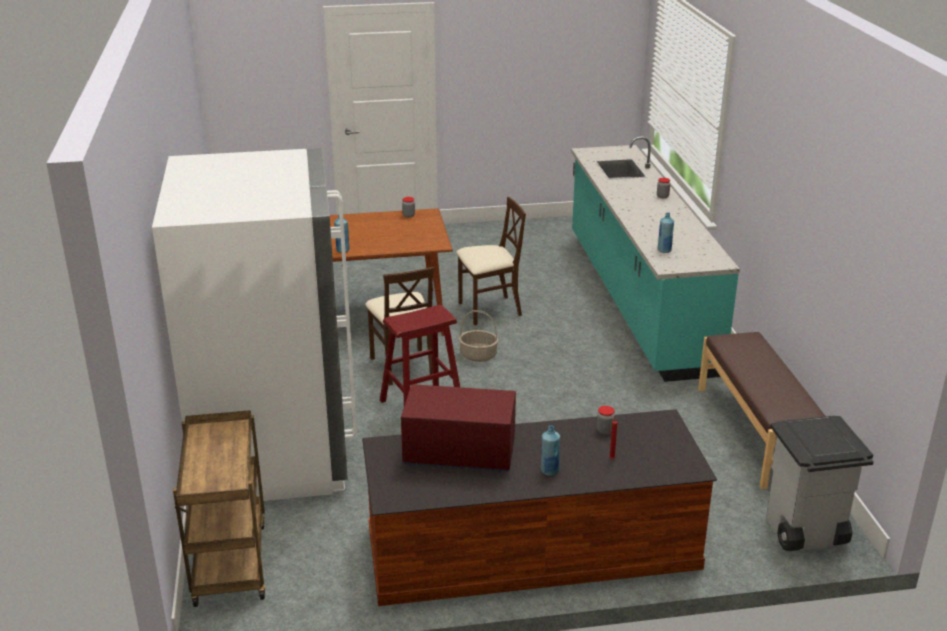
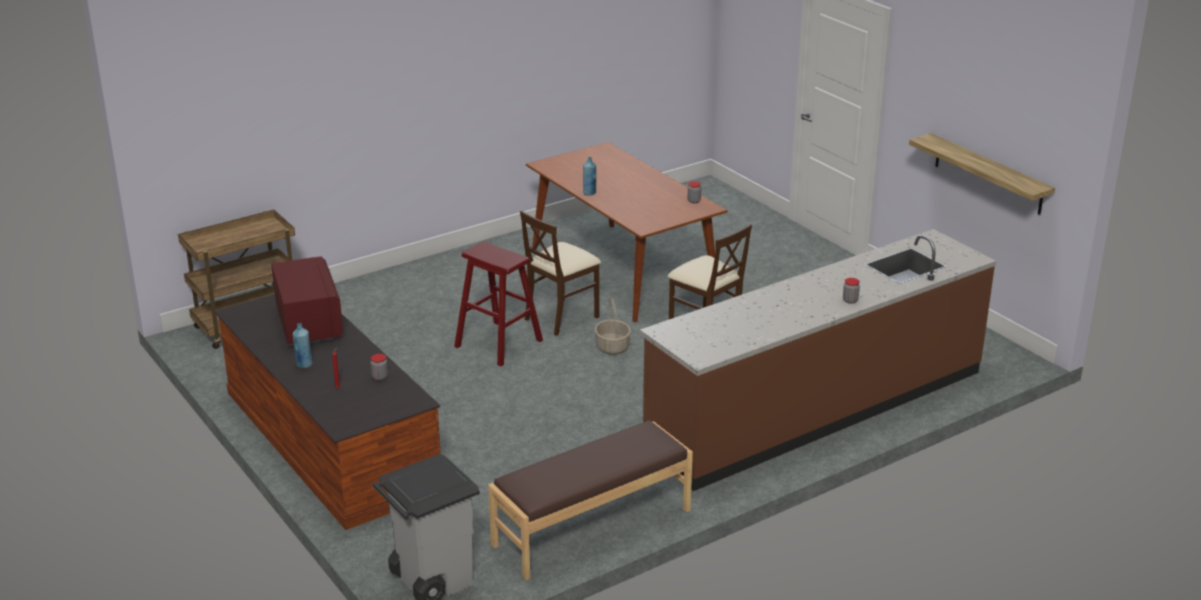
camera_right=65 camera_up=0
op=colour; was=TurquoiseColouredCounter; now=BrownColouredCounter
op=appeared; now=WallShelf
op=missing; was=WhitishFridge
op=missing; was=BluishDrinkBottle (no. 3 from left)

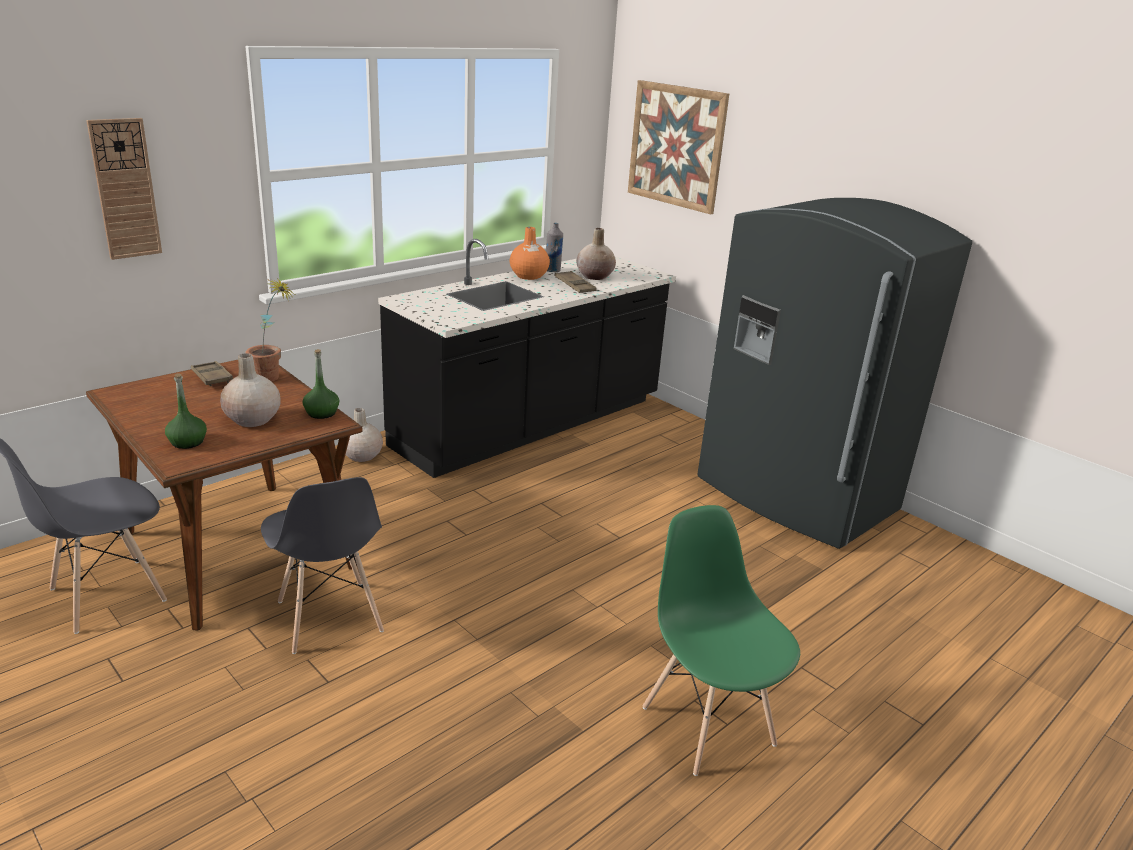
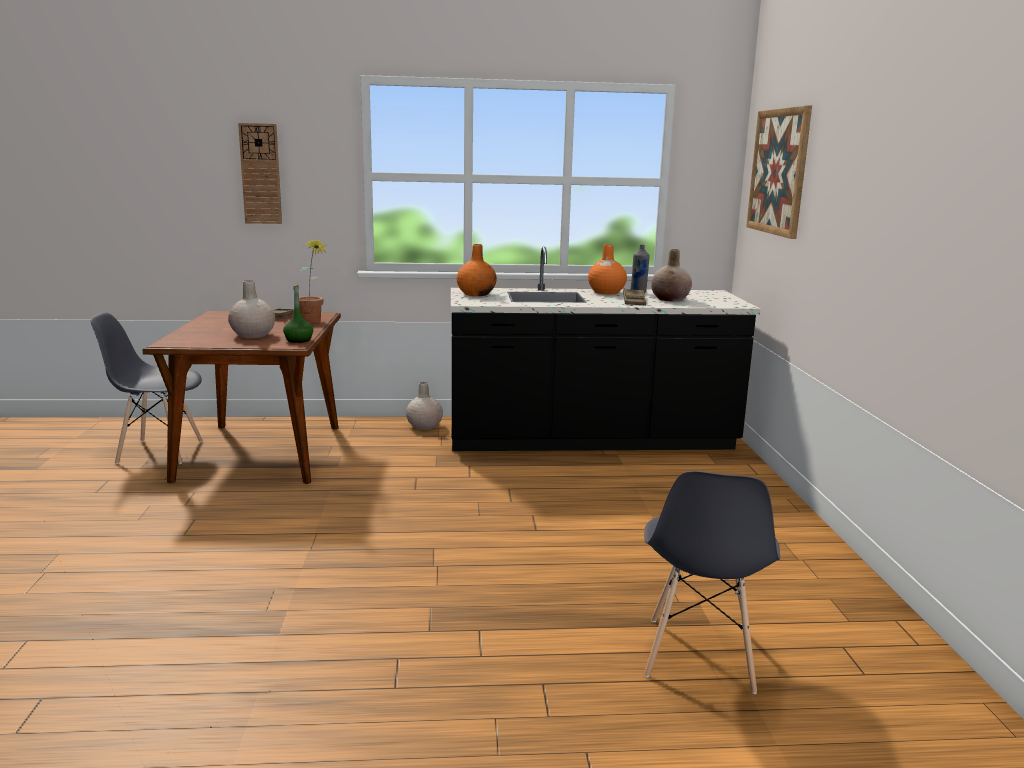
camera_right=40 camera_up=-10
op=appeared; now=OrangeDecorativeVase (no. 1 from left)
op=relocated; was=GreyishPlainChair (no. 2 from left)
op=missing; was=GreenColouredDrinkBottle (no. 1 from left)
op=missing; was=GreenColouredPlainChair
op=missing; was=GreyishFridge

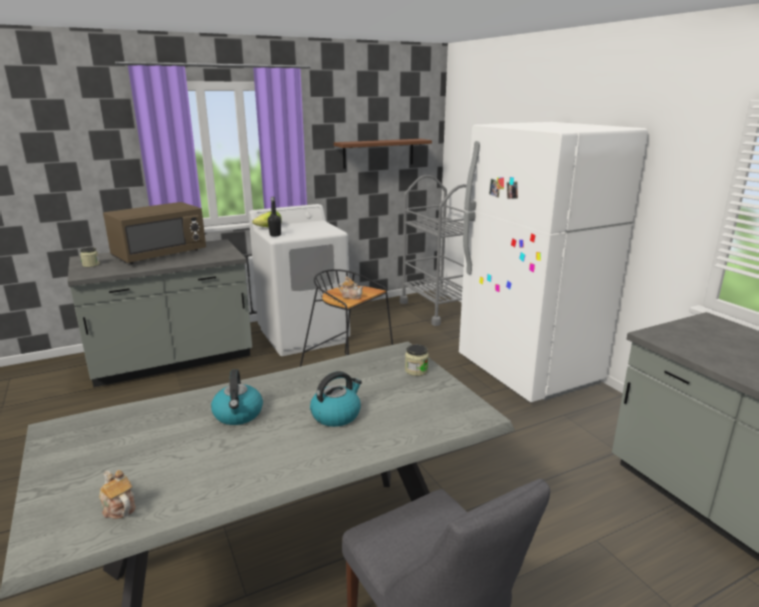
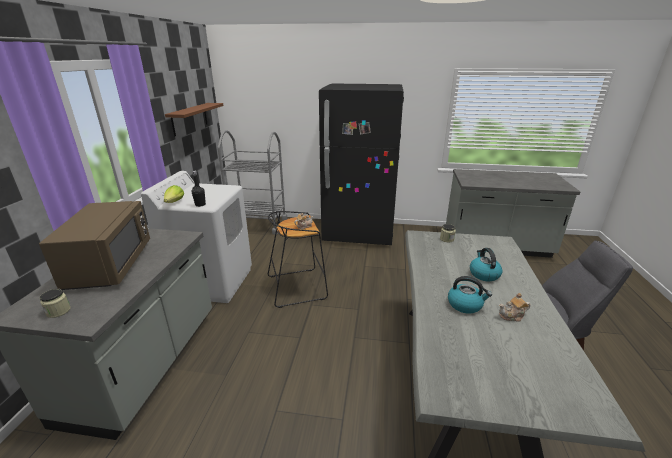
camera_right=-55 camera_up=5
op=colour; was=WhitishFridge; now=BlackFridge
op=relocated; was=TeaPot (no. 1 from left in the first image); now=TeaPot (no. 2 from left)

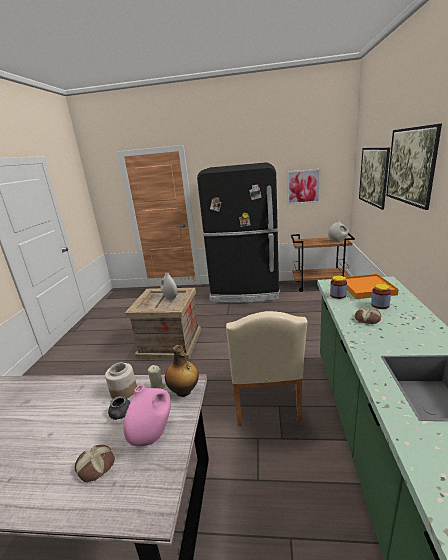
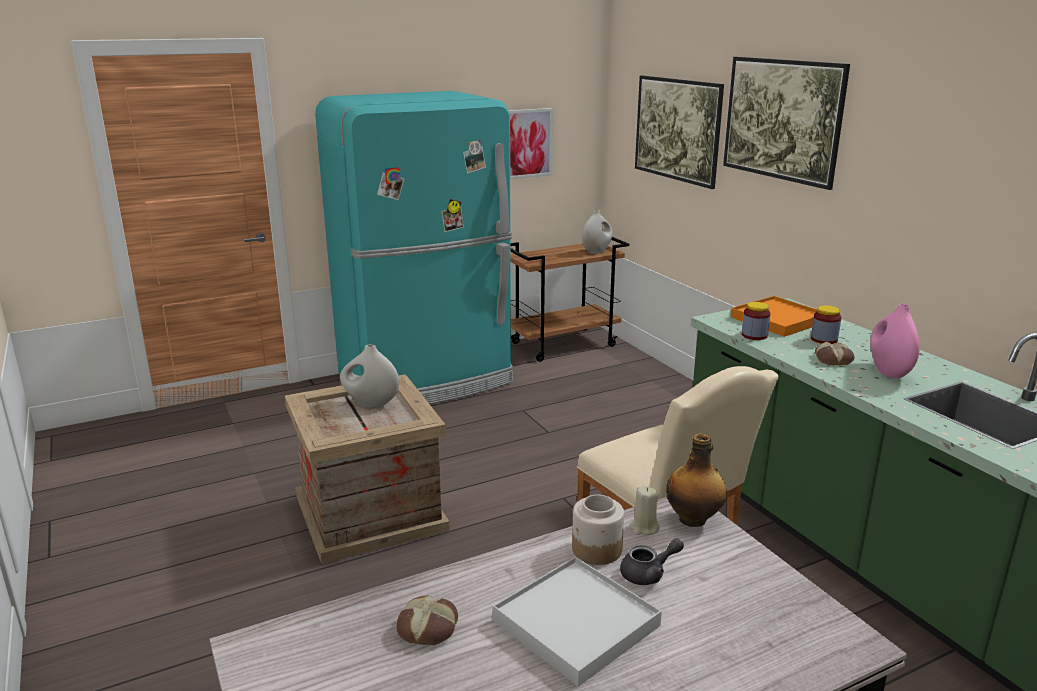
camera_right=-35 camera_up=0
op=colour; was=BlackFridge; now=TurquoiseColouredFridge
op=relocated; was=BakedBread (no. 1 from left)
op=appeared; now=WhitishServingTray
op=relocated; was=PinkishDecorativeVase

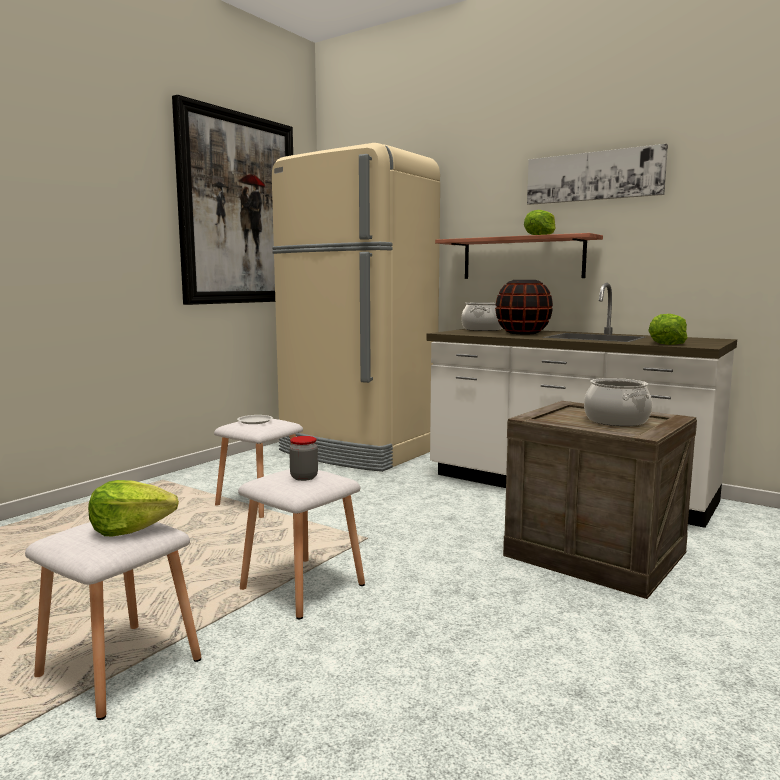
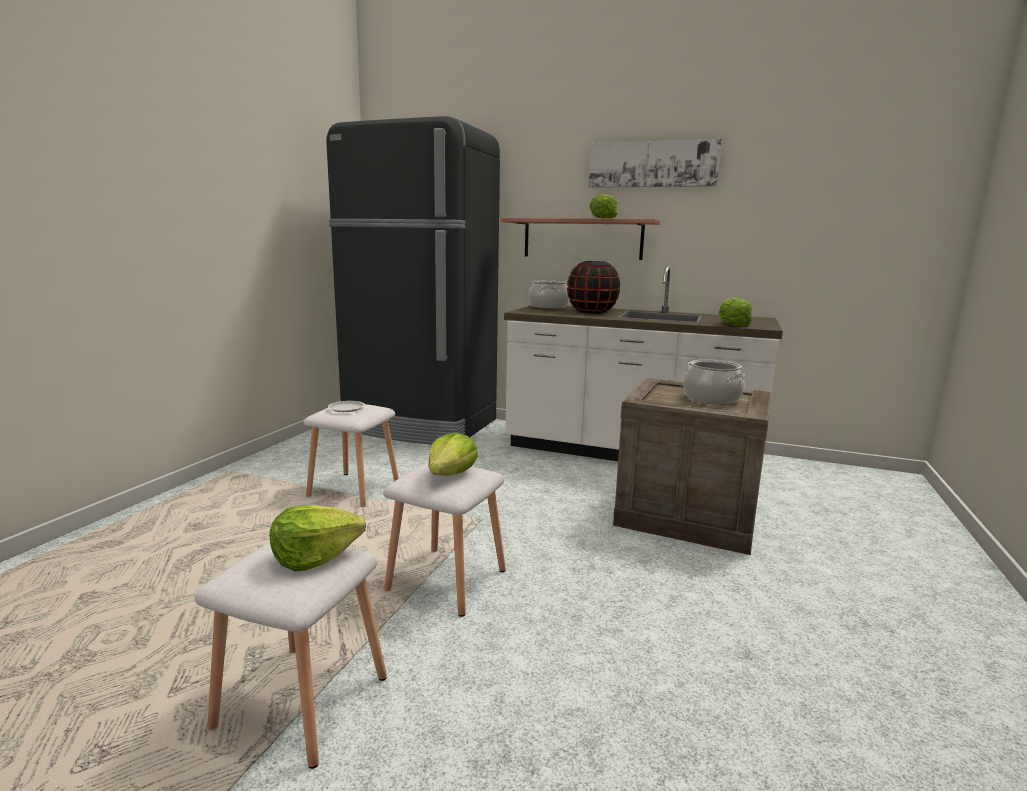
camera_right=-15 camera_up=5
op=colour; was=BeigeFridge; now=BlackFridge
op=exchanged; was=Jar; now=LettuceHead (no. 2 from left)
op=missing; was=Picture (no. 1 from left)

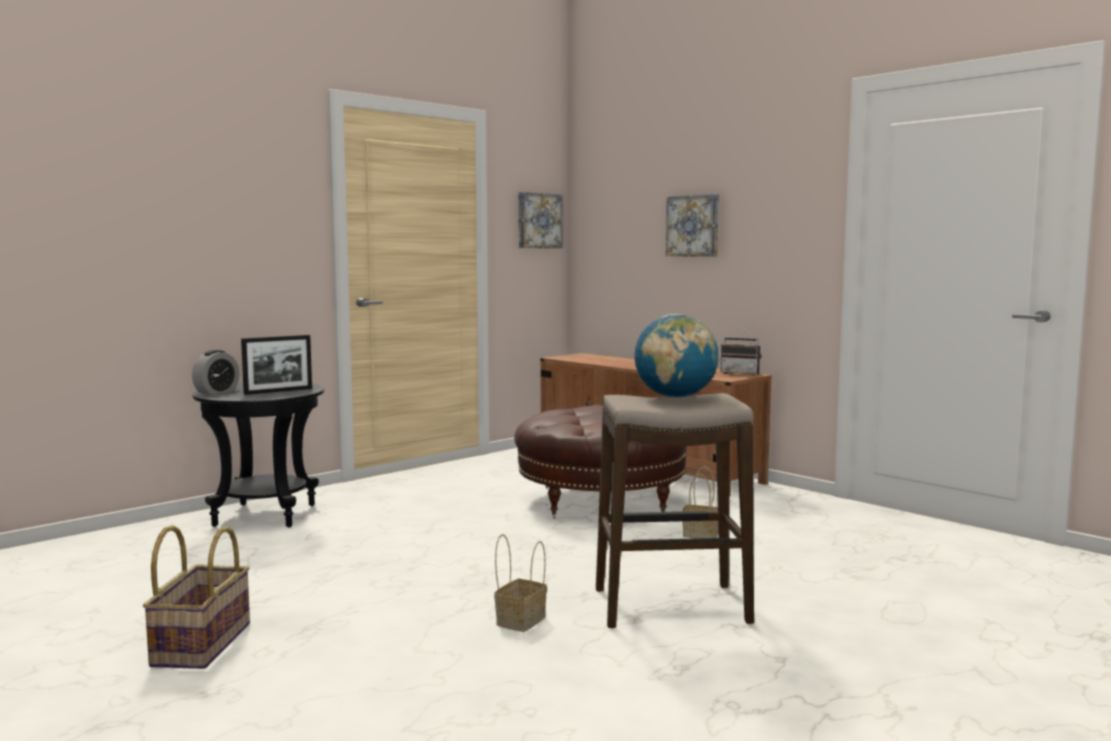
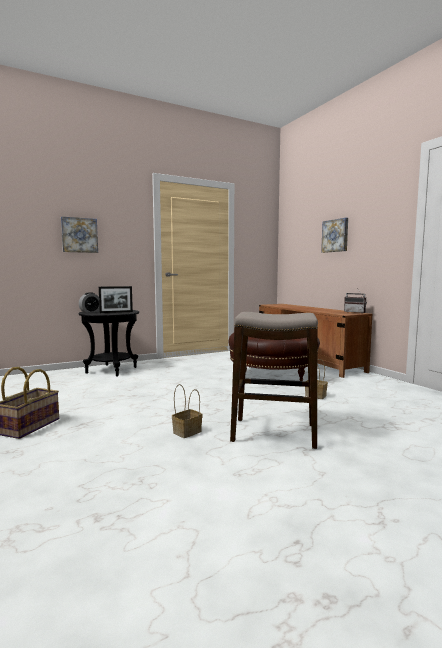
camera_right=15 camera_up=0
op=relocated; was=Picture (no. 1 from left)
op=missing; was=DeskGlobe

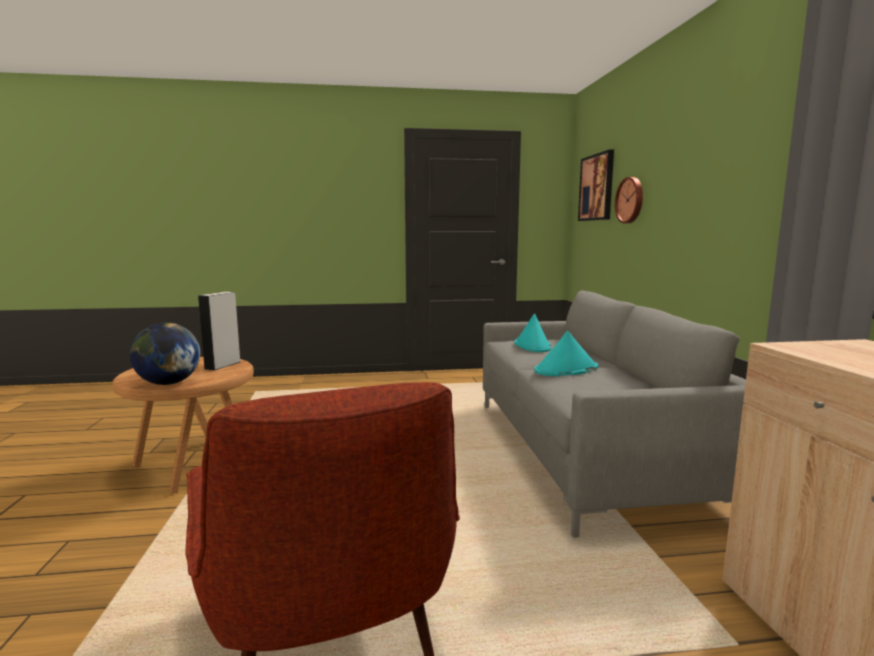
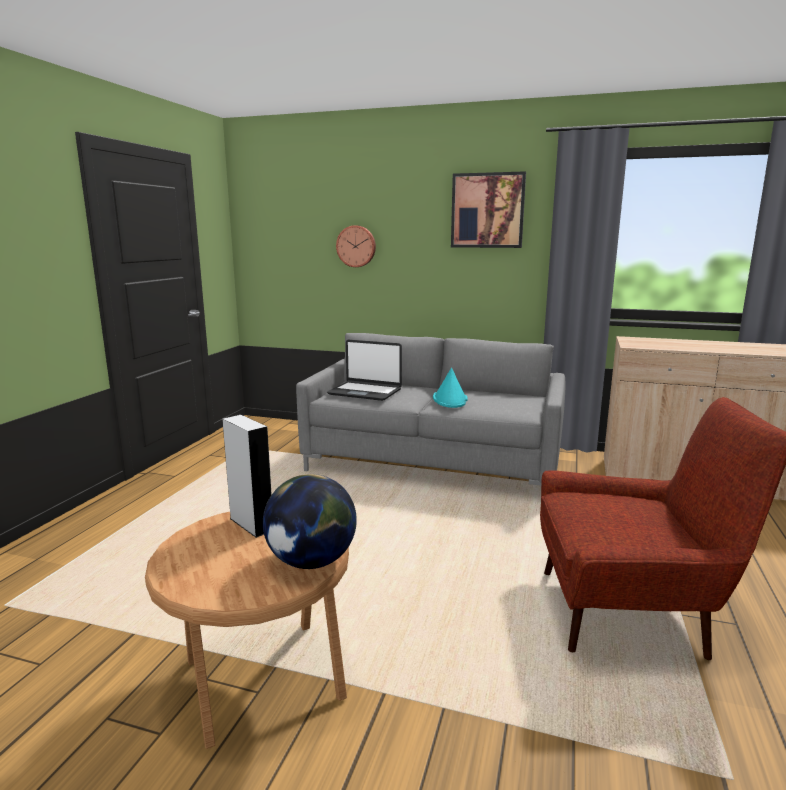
camera_right=-65 camera_up=5
op=exchanged; was=TurquoiseColouredHat (no. 1 from left); now=NotebookComputer
op=relocated; was=Picture

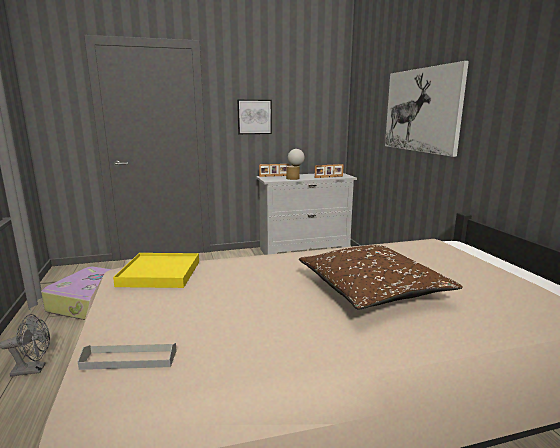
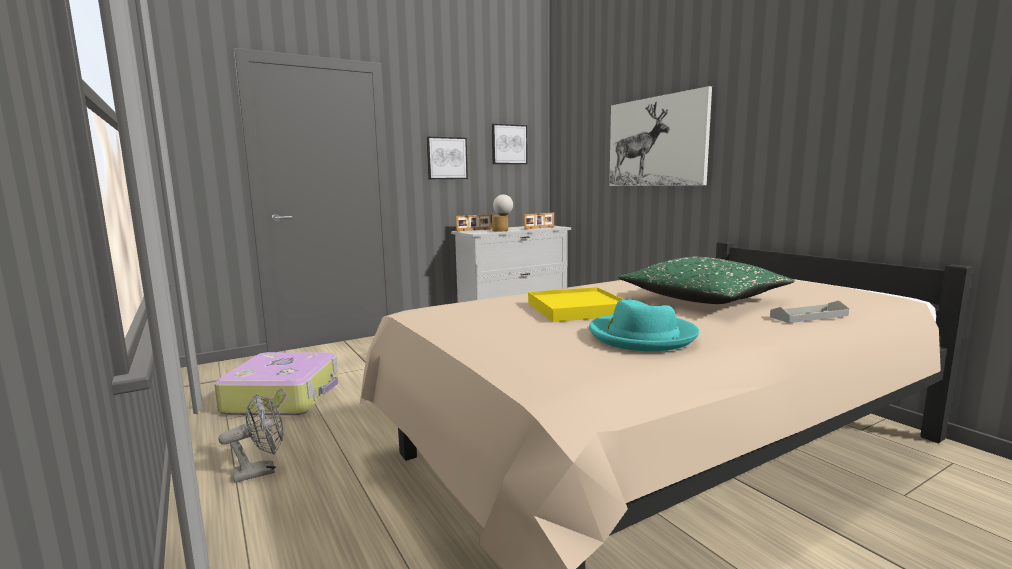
camera_right=-15 camera_up=-5
op=appeared; now=Picture (no. 2 from left)
op=relocated; was=YellowColouredServingTray
op=appeared; now=TurquoiseColouredHat
op=colour; was=BrownColouredPillow; now=GreenColouredPillow
op=relocated; was=GreyishServingTray

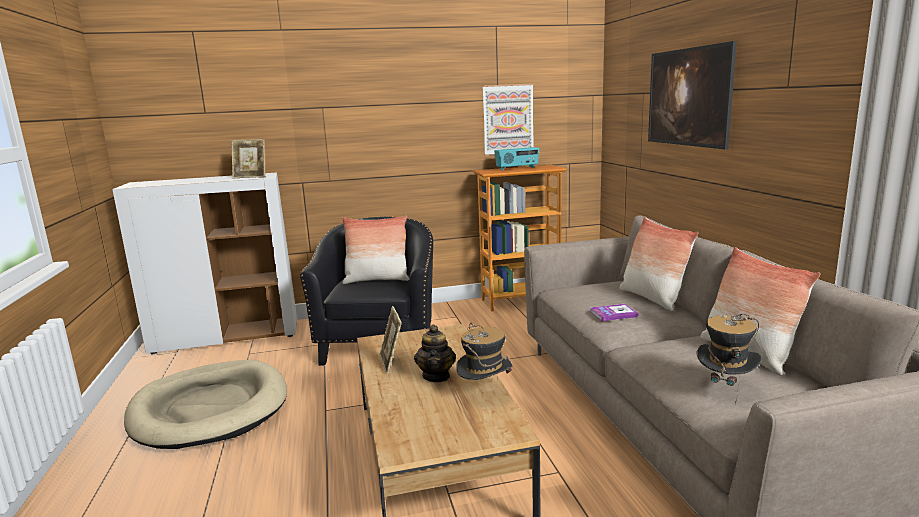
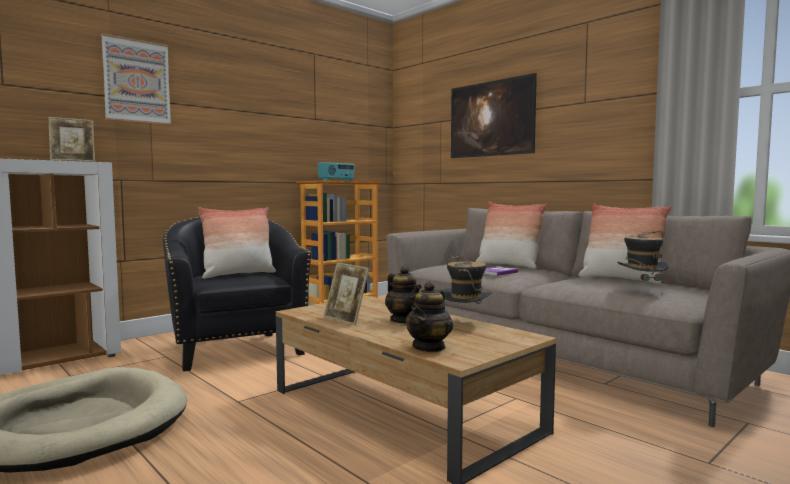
camera_right=-30 camera_up=-10
op=relocated; was=Picture (no. 1 from left)
op=appeared; now=TeaPot (no. 2 from left)

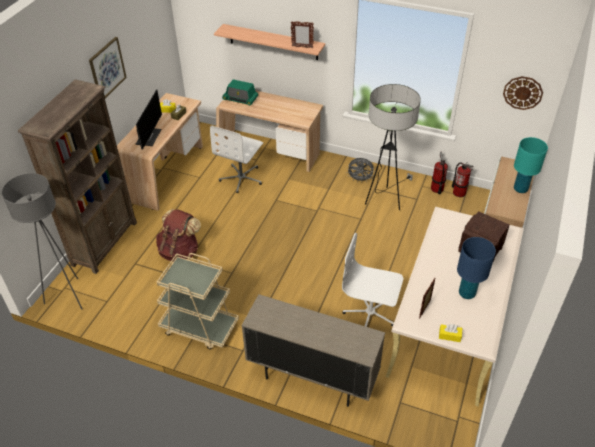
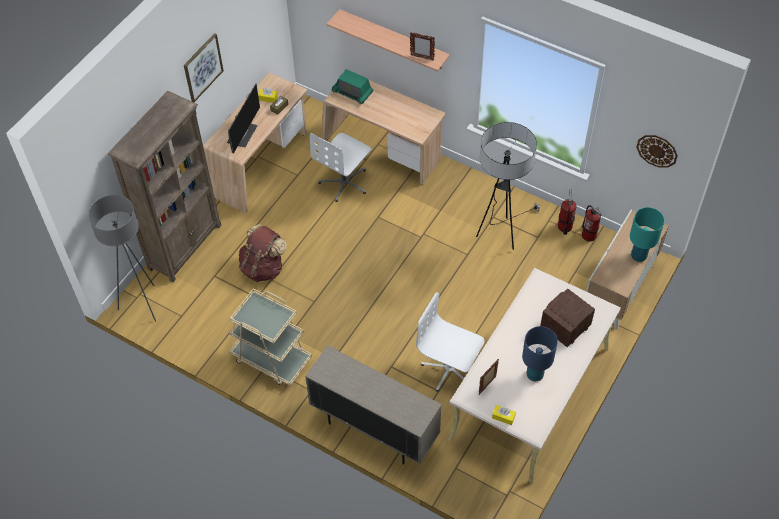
camera_right=10 camera_up=10
op=missing; was=GreyishElectricFan

